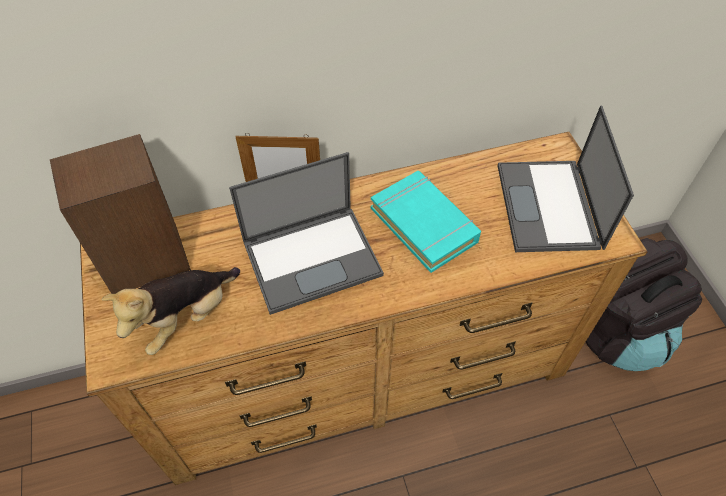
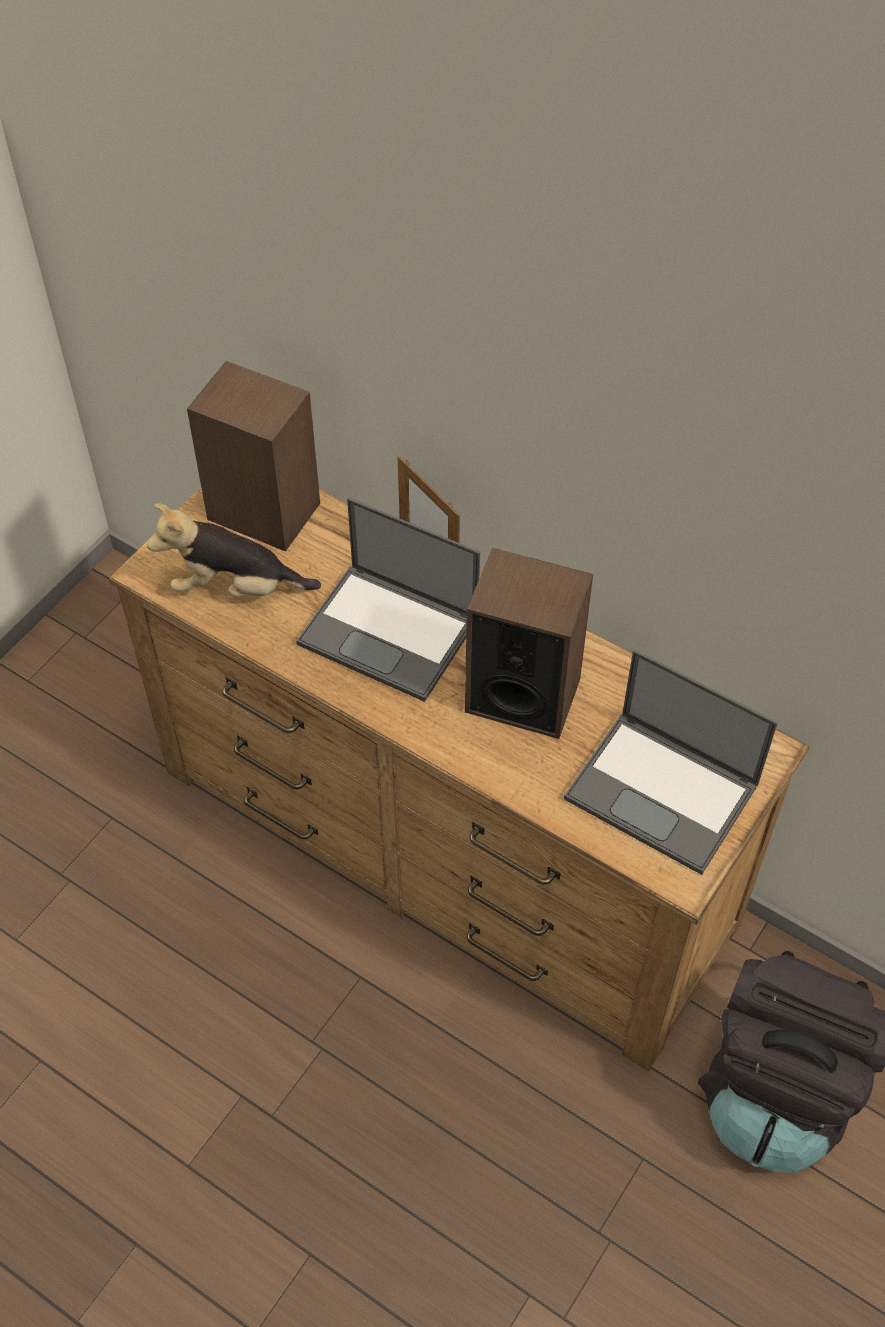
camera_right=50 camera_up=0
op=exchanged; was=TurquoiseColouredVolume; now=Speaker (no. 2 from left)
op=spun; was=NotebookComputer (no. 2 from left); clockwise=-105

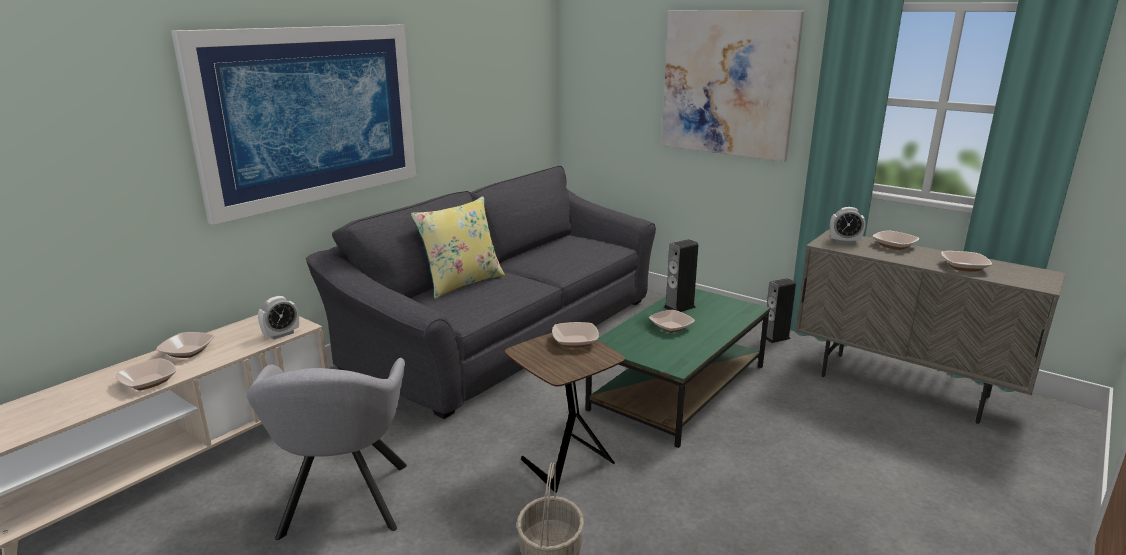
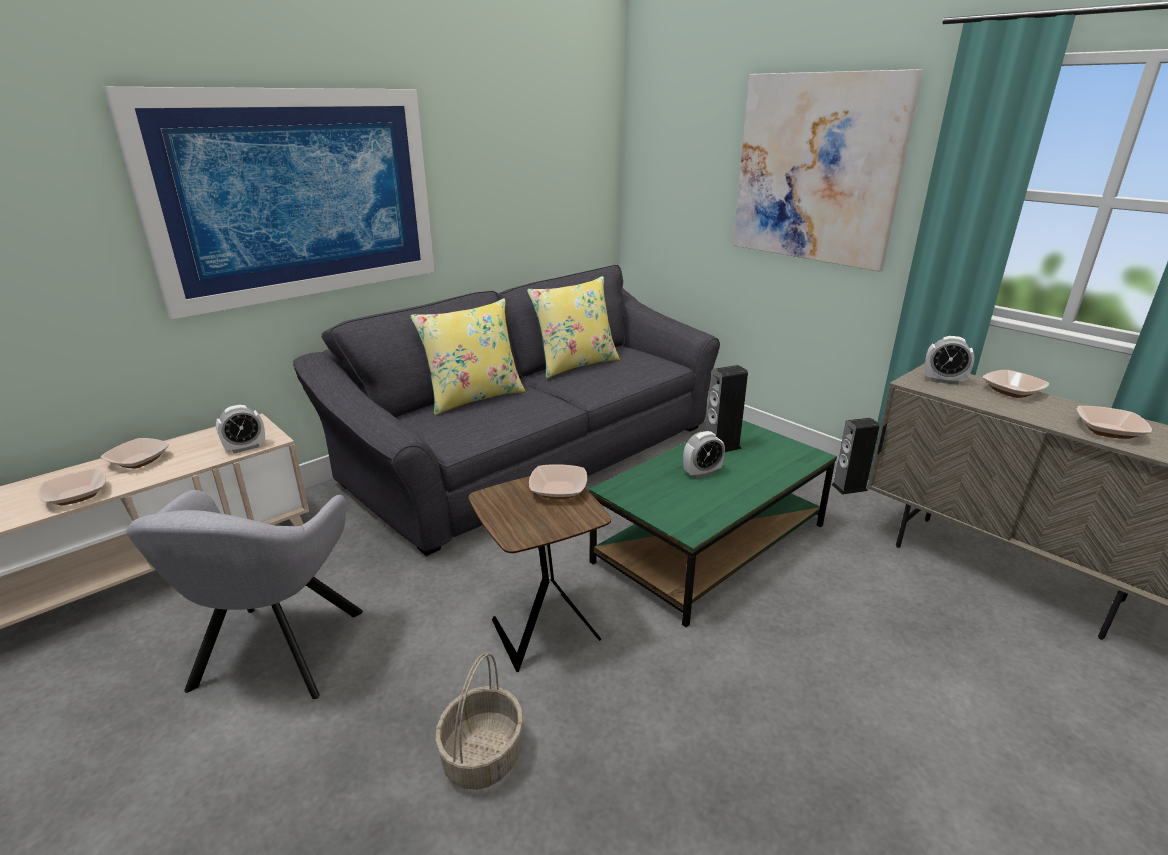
camera_right=10 camera_up=5
op=appeared; now=YellowColouredPillow (no. 2 from left)
op=exchanged; was=DeepDish (no. 4 from left); now=AlarmClock (no. 2 from left)

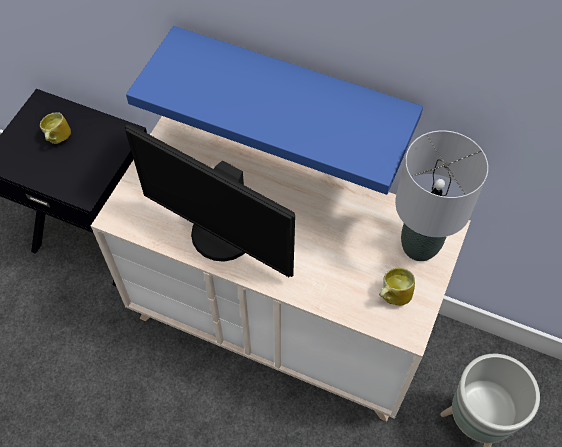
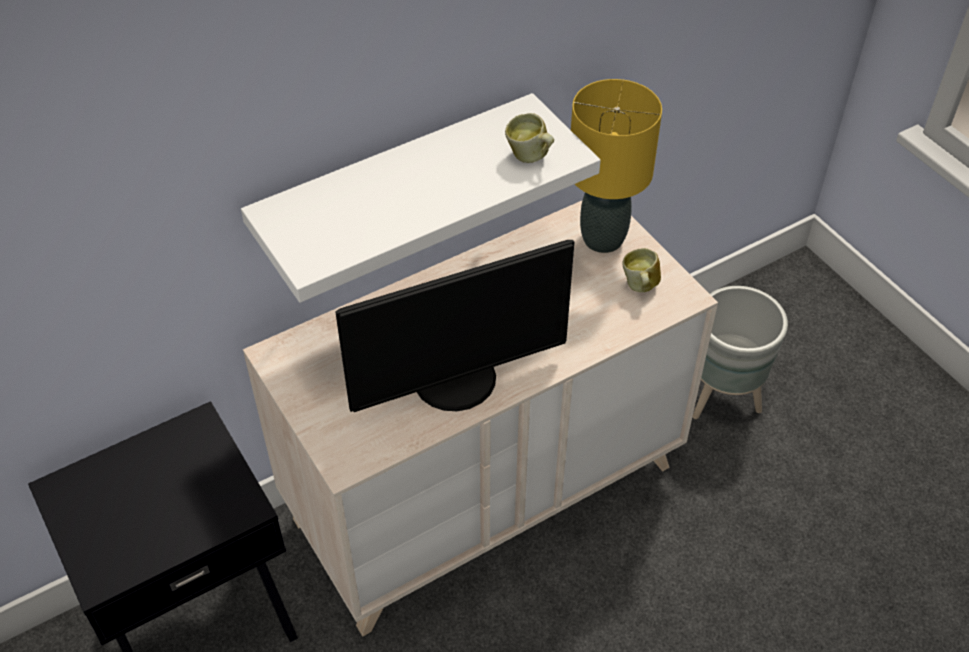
camera_right=-55 camera_up=-10
op=colour; was=BluishWallShelf; now=WhitishWallShelf
op=relocated; was=CoffeeMug (no. 1 from left)
op=colour; was=GreyishLampForATable; now=YellowColouredLampForATable

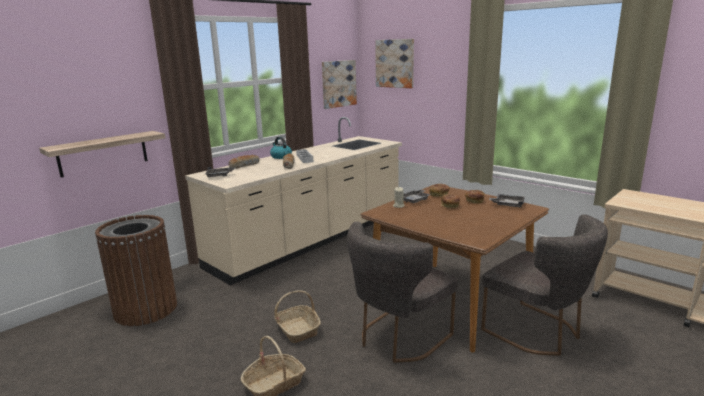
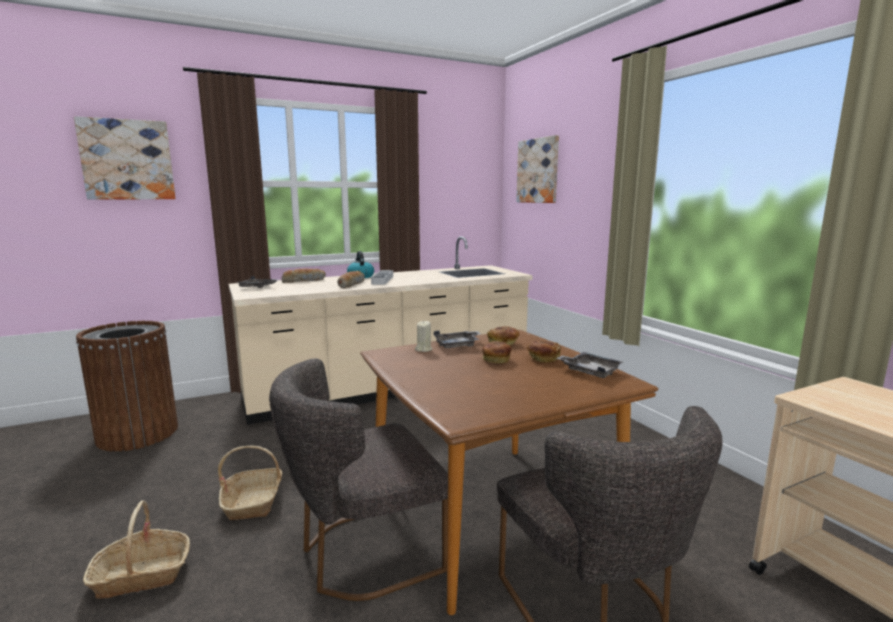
camera_right=20 camera_up=-5
op=relocated; was=Picture (no. 1 from left)
op=missing; was=WallShelf

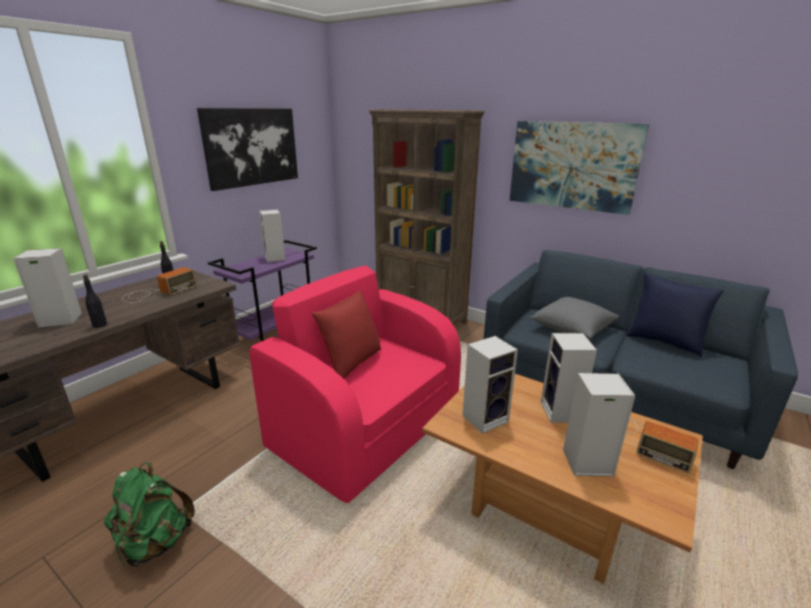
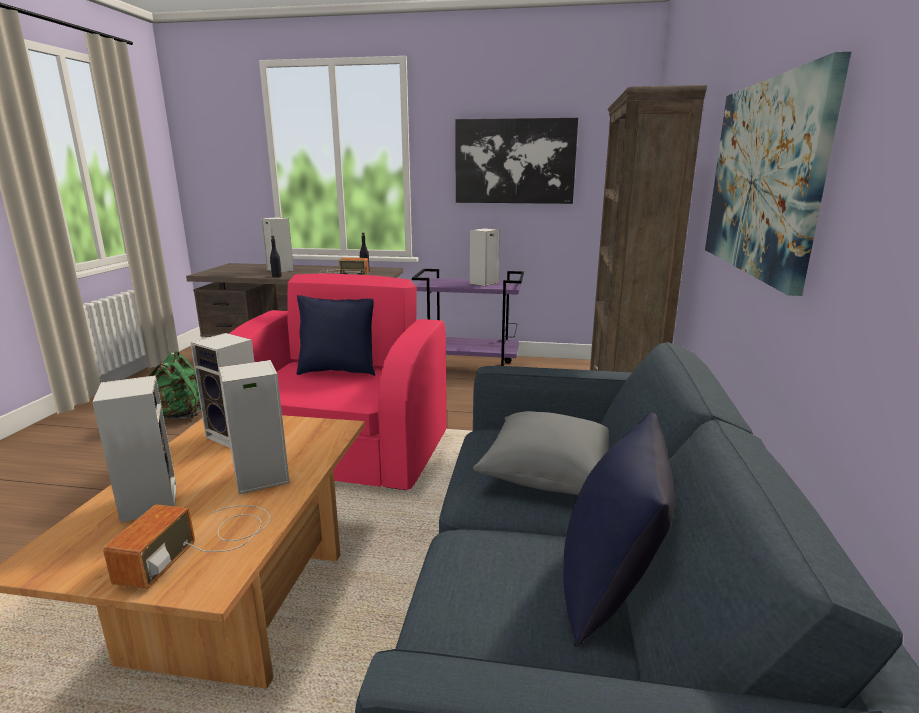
camera_right=65 camera_up=-5
op=colour; was=RedColouredPillow; now=BluishPillow (no. 1 from left)

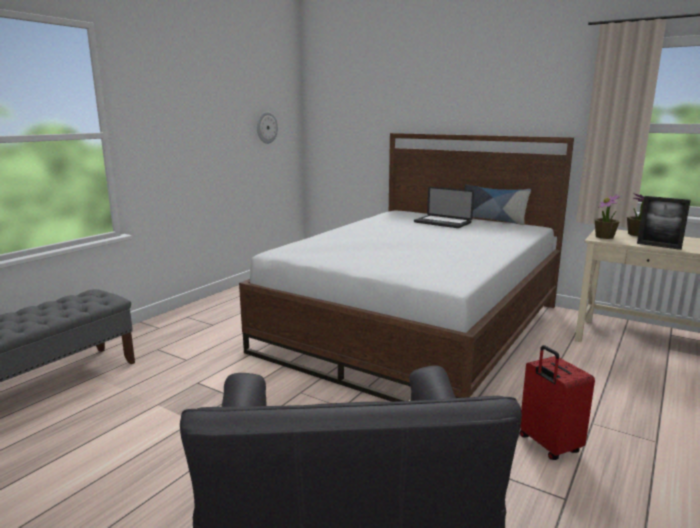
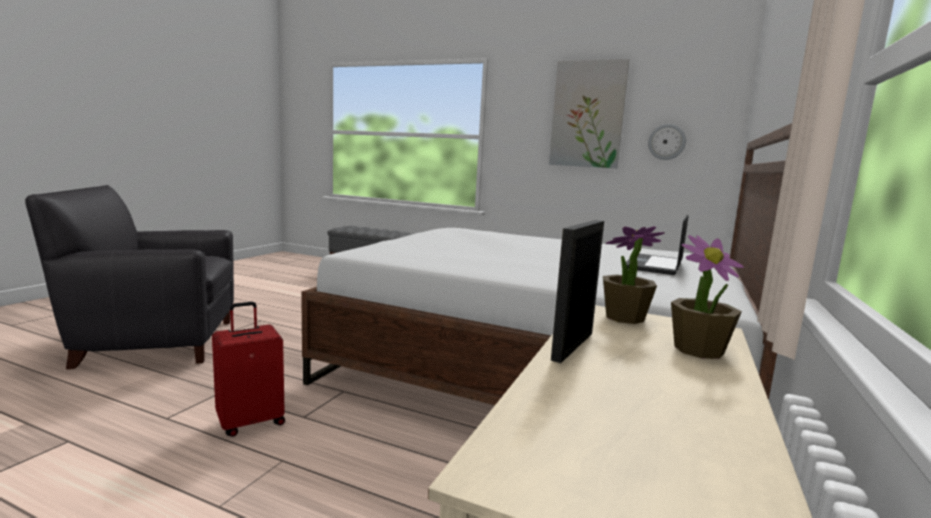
camera_right=80 camera_up=-5
op=appeared; now=Picture
op=missing; was=Pillow

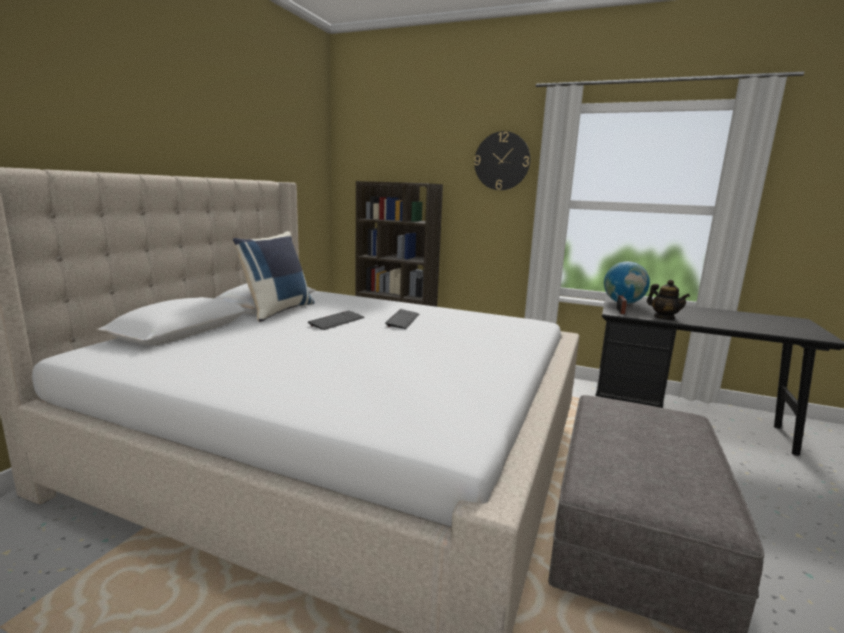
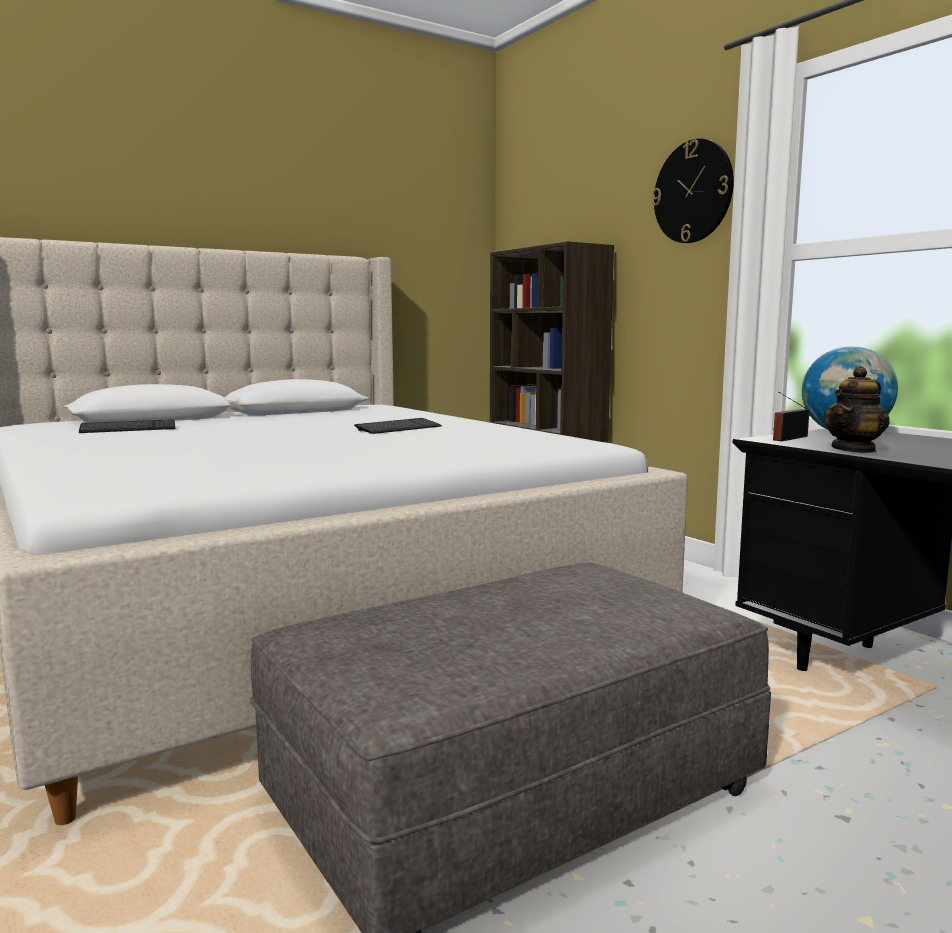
camera_right=35 camera_up=-5
op=relocated; was=PcKeyboard (no. 1 from left)
op=spun; was=TeaPot; clockwise=45
op=missing; was=BluishPillow

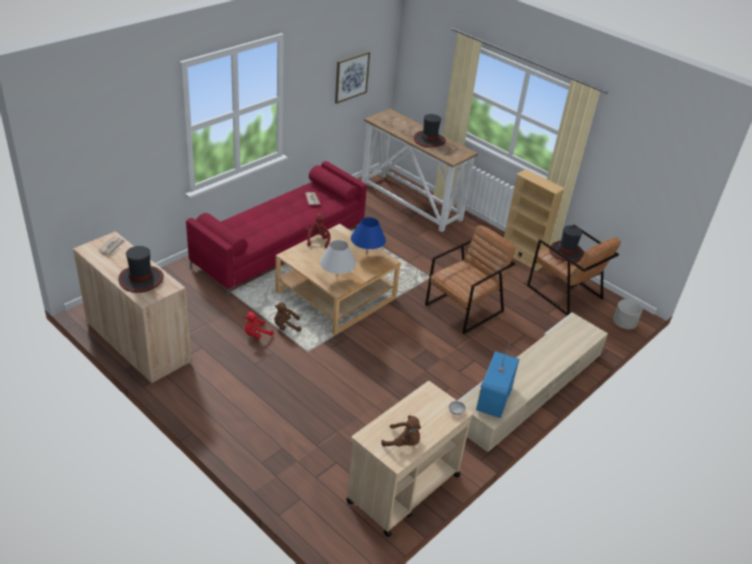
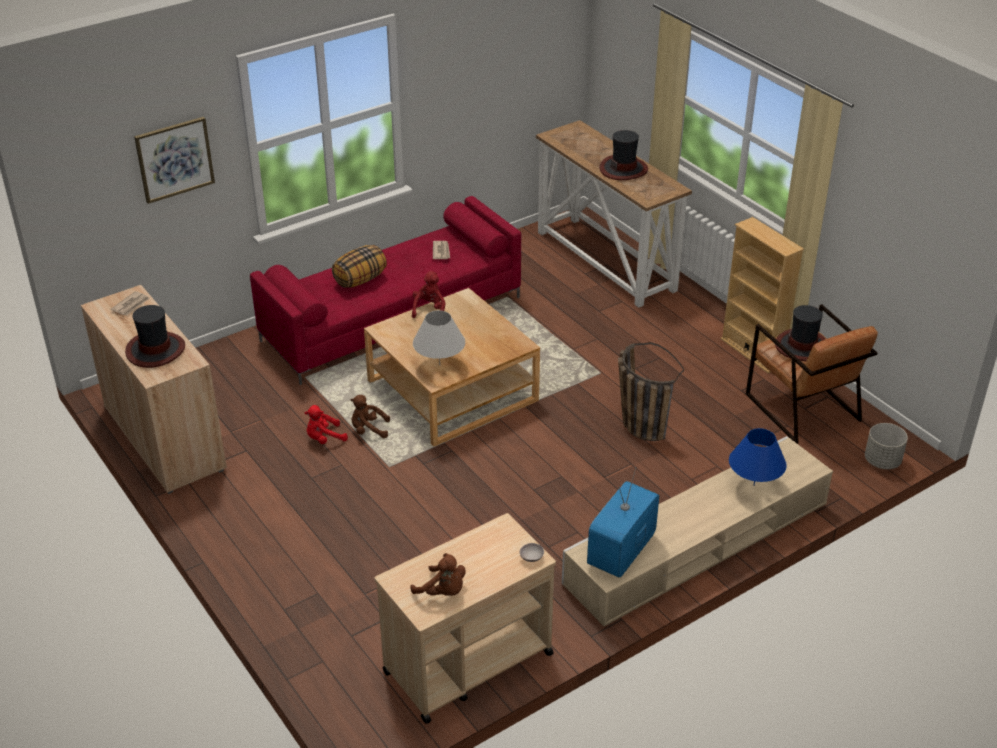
camera_right=15 camera_up=0
op=relocated; was=Picture
op=appeared; now=Pillow
op=exchanged; was=BrownColouredEasyChair (no. 1 from left); now=StorageBasket
op=relocated; was=BluishLampForATable

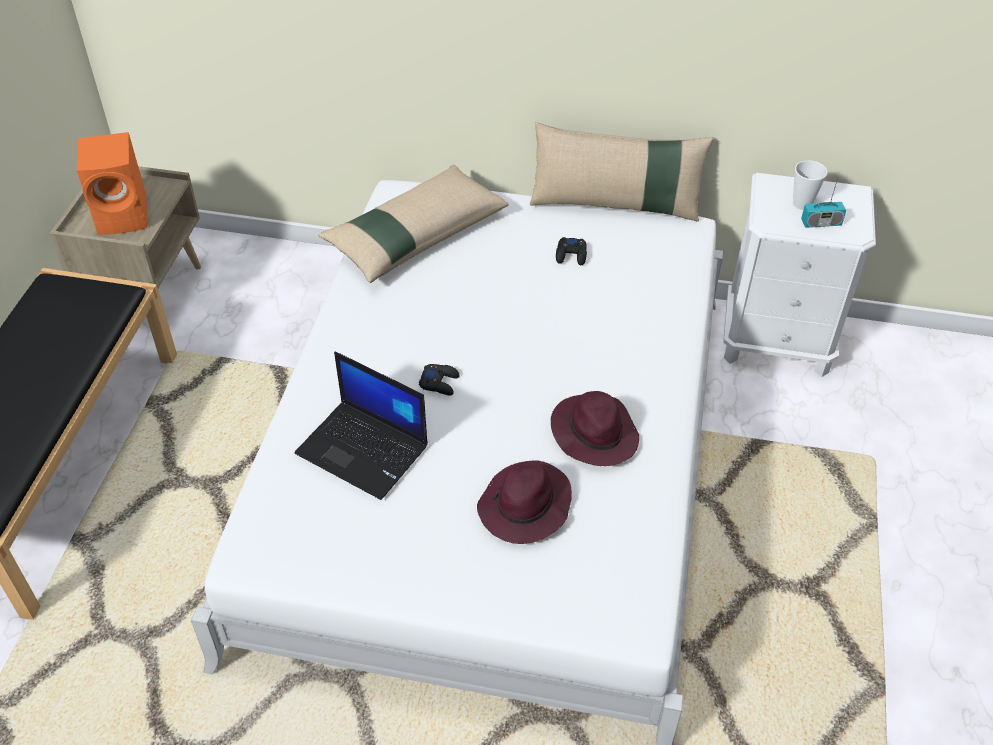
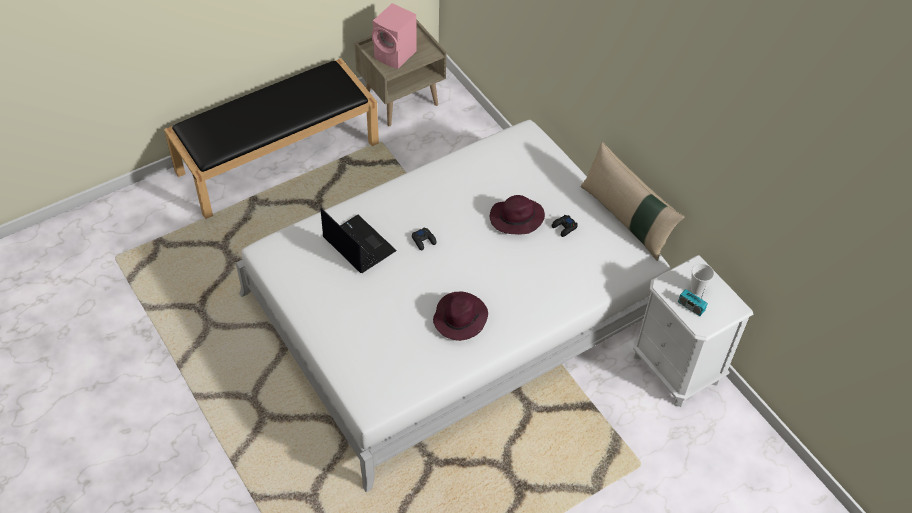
camera_right=45 camera_up=5
op=spun; was=NotebookComputer; clockwise=150
op=colour; was=OrangeSpeaker; now=PinkishSpeaker
op=relocated; was=PurpleColouredHat (no. 1 from left in the first image); now=PurpleColouredHat (no. 2 from left)
op=missing; was=BeigePillow (no. 1 from left)

